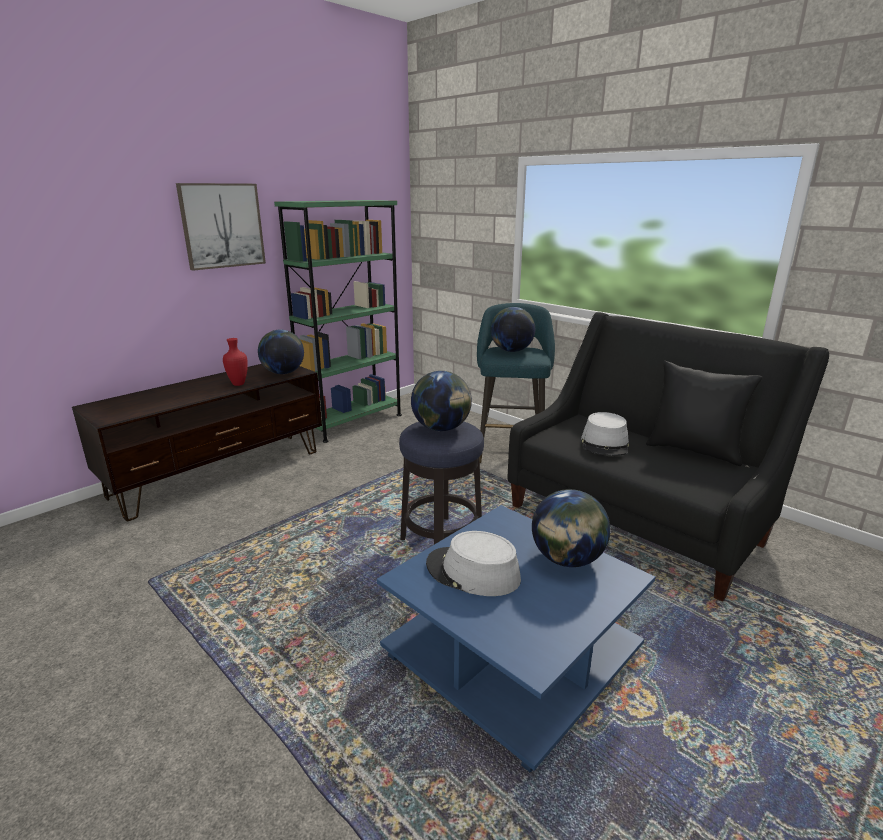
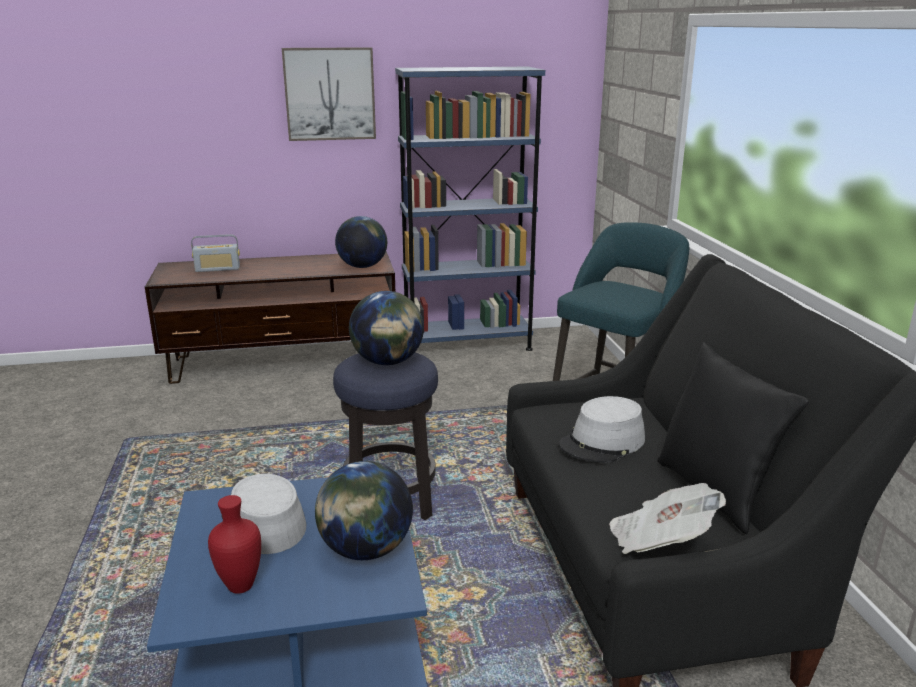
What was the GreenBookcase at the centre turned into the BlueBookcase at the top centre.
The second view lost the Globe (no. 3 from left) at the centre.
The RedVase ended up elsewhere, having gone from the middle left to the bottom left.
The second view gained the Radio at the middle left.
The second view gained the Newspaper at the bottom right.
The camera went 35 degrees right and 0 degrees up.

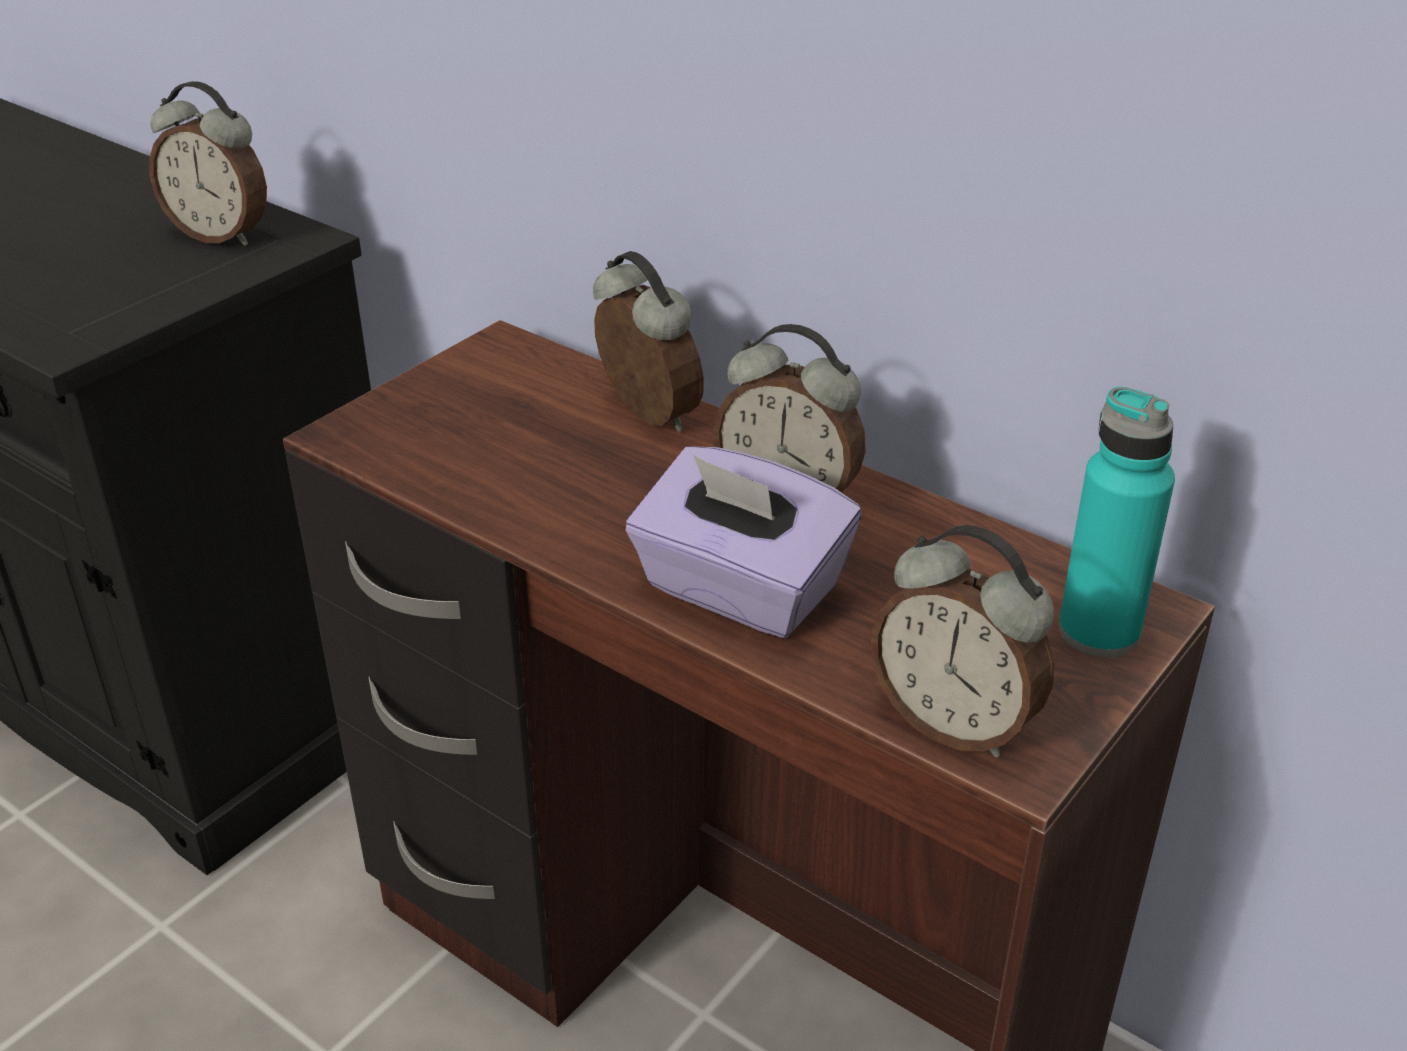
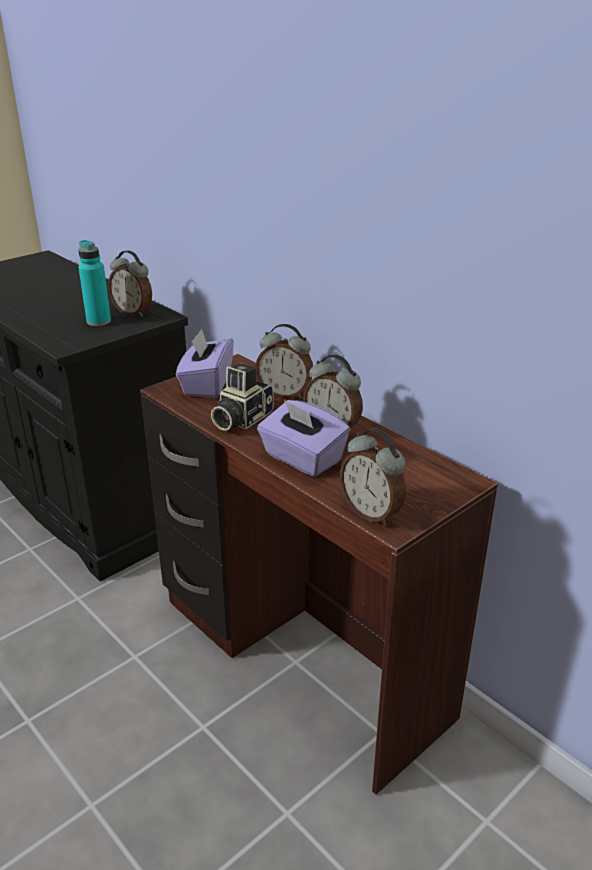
The AlarmClock (no. 2 from left) at the top centre ended up facing another way, 135 degrees clockwise from before.
The TurquoiseBottle ended up elsewhere, having gone from the middle right to the top left.
The second view gained the PurpleTissueBox (no. 1 from left) at the centre.
The second view gained the PhotoCamera at the centre.
The camera went 10 degrees right and 5 degrees down.

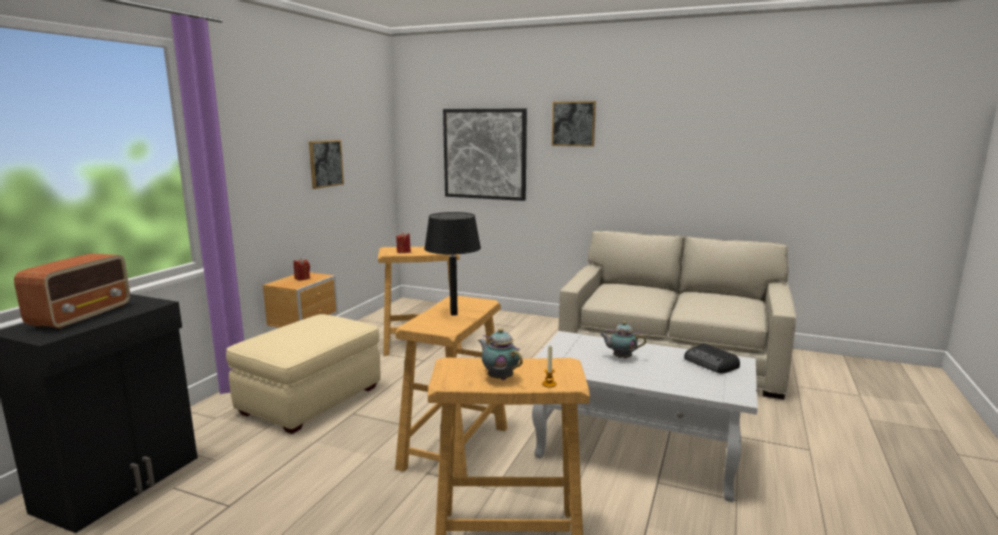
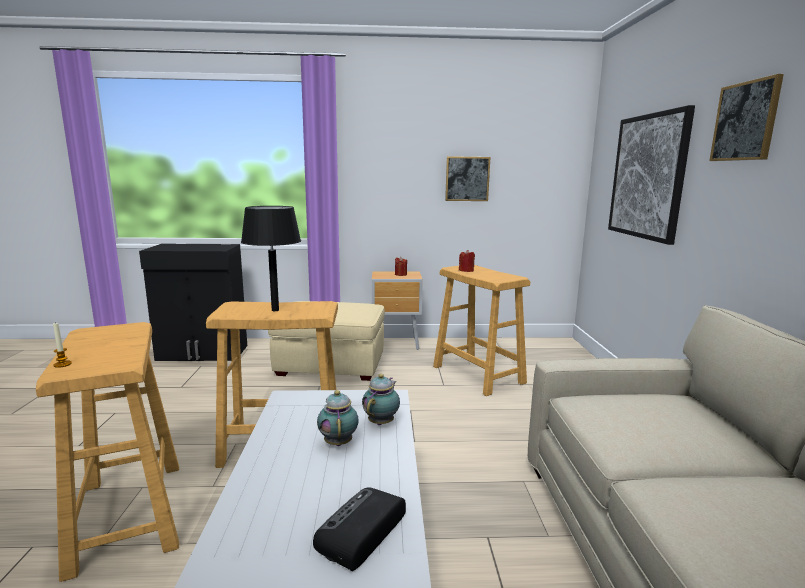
The second view lost the Radio (no. 1 from left) at the middle left.
The Teapot (no. 1 from left in the first image) ended up elsewhere, having gone from the centre to the bottom centre.
The camera went 65 degrees right and 0 degrees up.

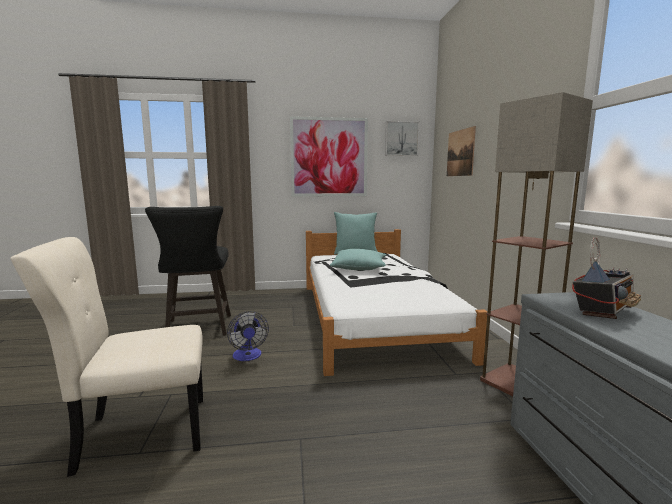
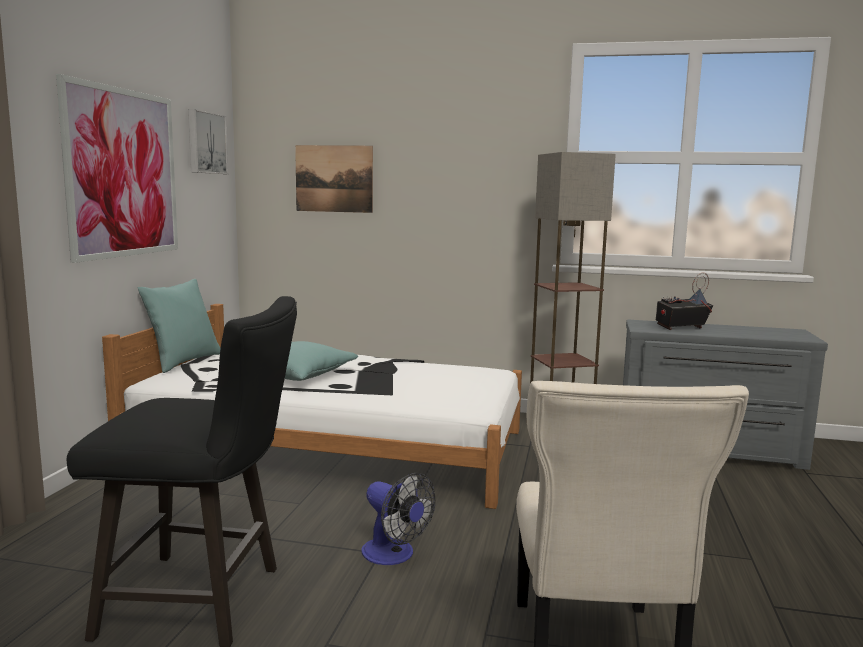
The Radio at the middle right ended up facing another way, 90 degrees counterclockwise from before.
The Fan at the bottom centre ended up facing another way, 45 degrees clockwise from before.
The camera went 70 degrees left and 0 degrees up.

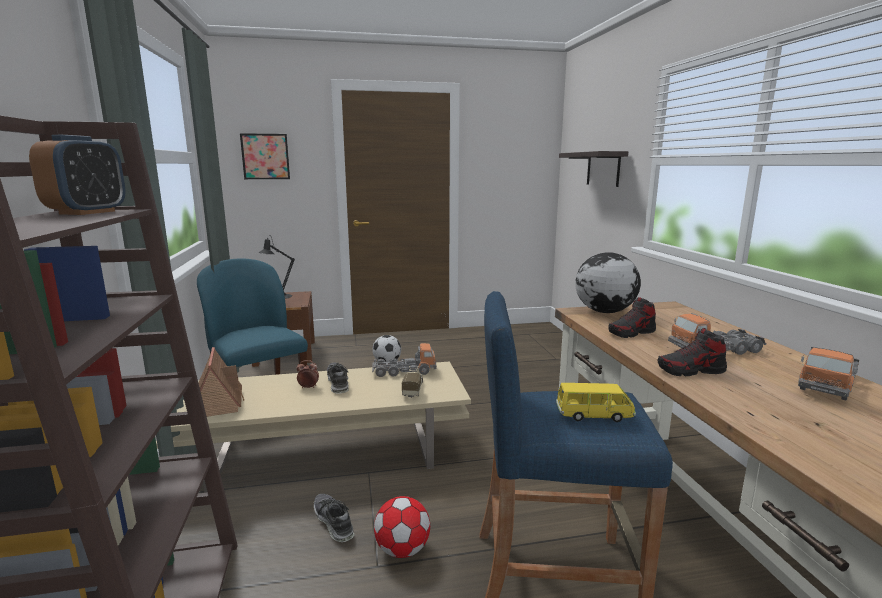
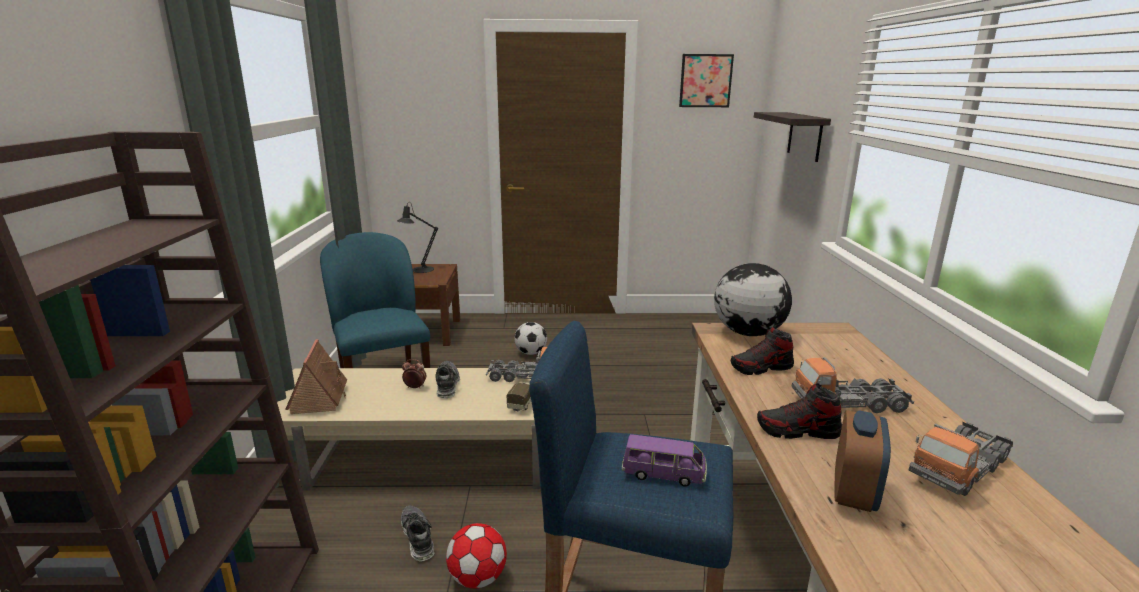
The Picture ended up elsewhere, having gone from the top left to the top centre.
The AlarmClock (no. 1 from left in the first image) ended up elsewhere, having gone from the top left to the bottom right.
What was the YellowToyCar at the bottom right turned into the PurpleToyCar at the bottom centre.
The camera went 10 degrees right and 5 degrees up.

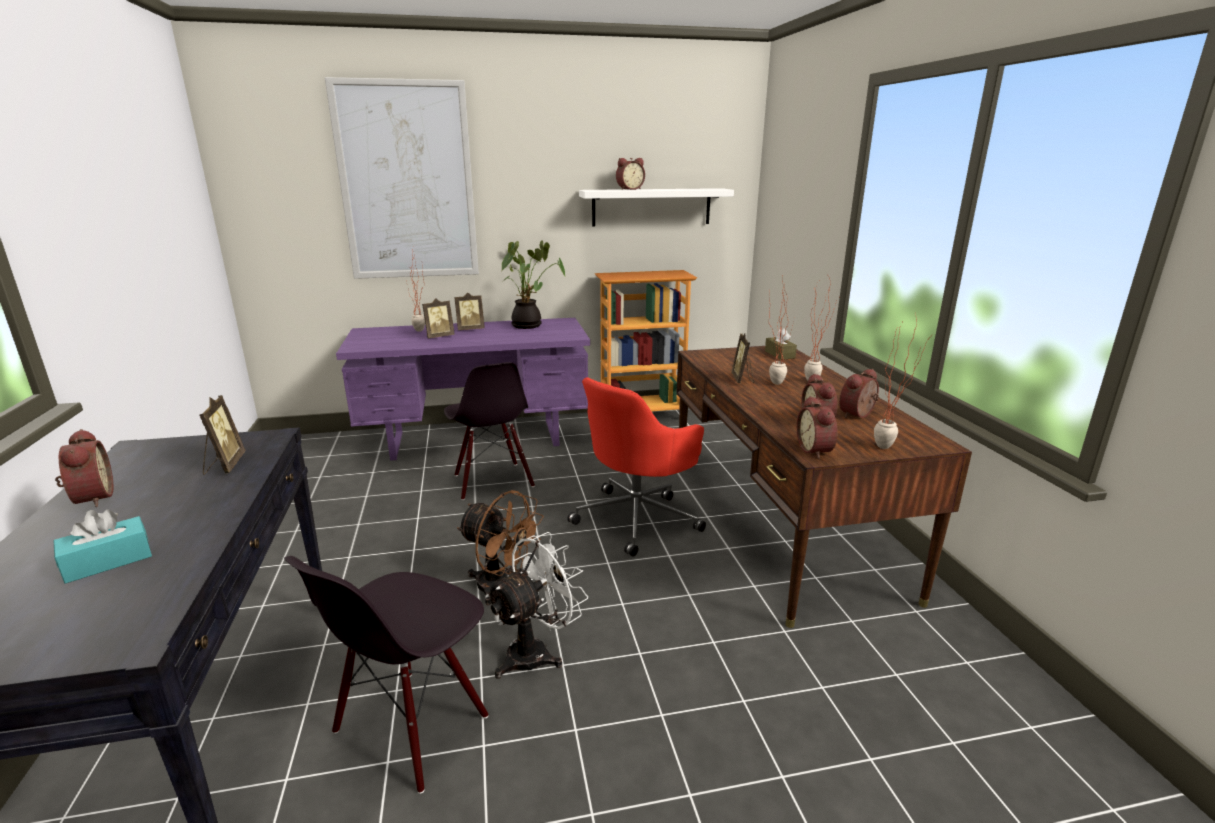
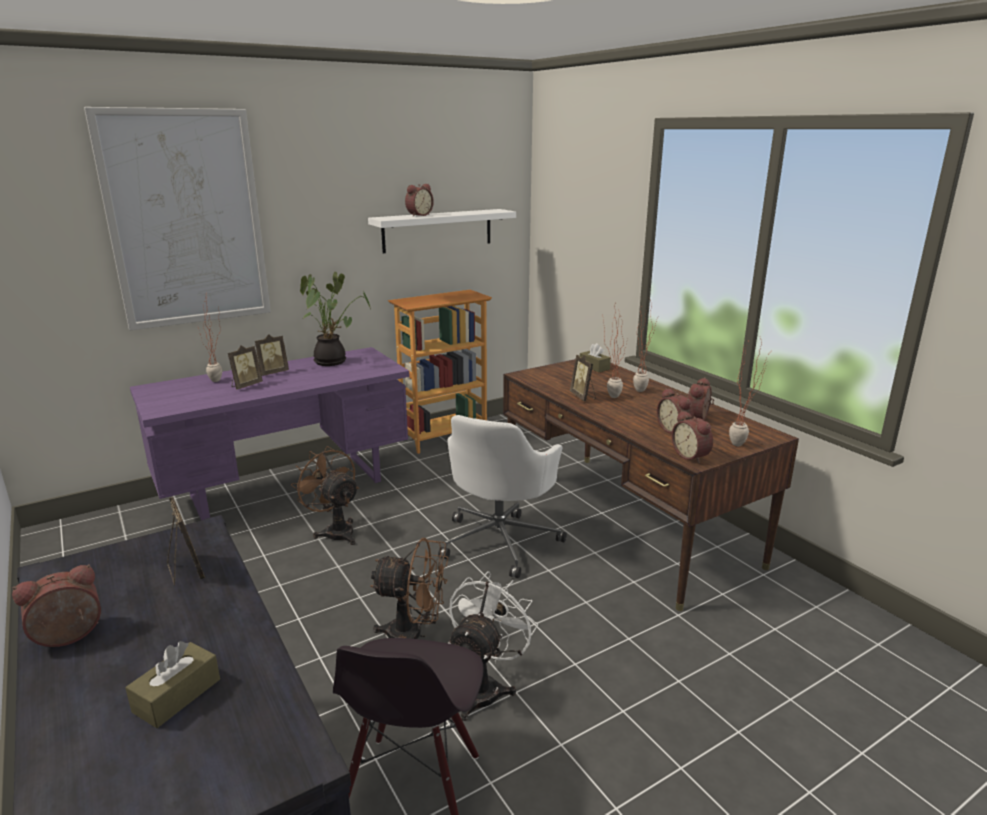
Where the BlackChair (no. 2 from left) stood at the centre, the BrownFan (no. 1 from left) came to stand at the middle left.
What was the RedOfficeChair at the centre turned into the WhiteOfficeChair at the centre.
The AlarmClock (no. 1 from left) at the middle left ended up facing another way, 75 degrees counterclockwise from before.
What was the TurquoiseTissueBox at the middle left turned into the BrownTissueBox (no. 1 from left) at the bottom left.
The camera went 20 degrees left and 0 degrees up.

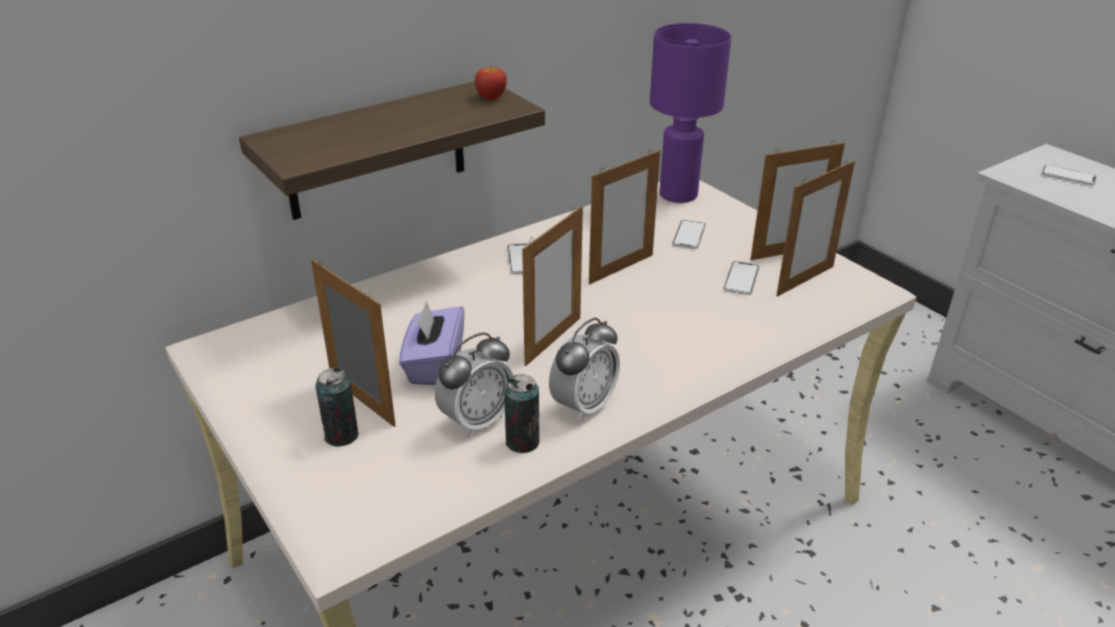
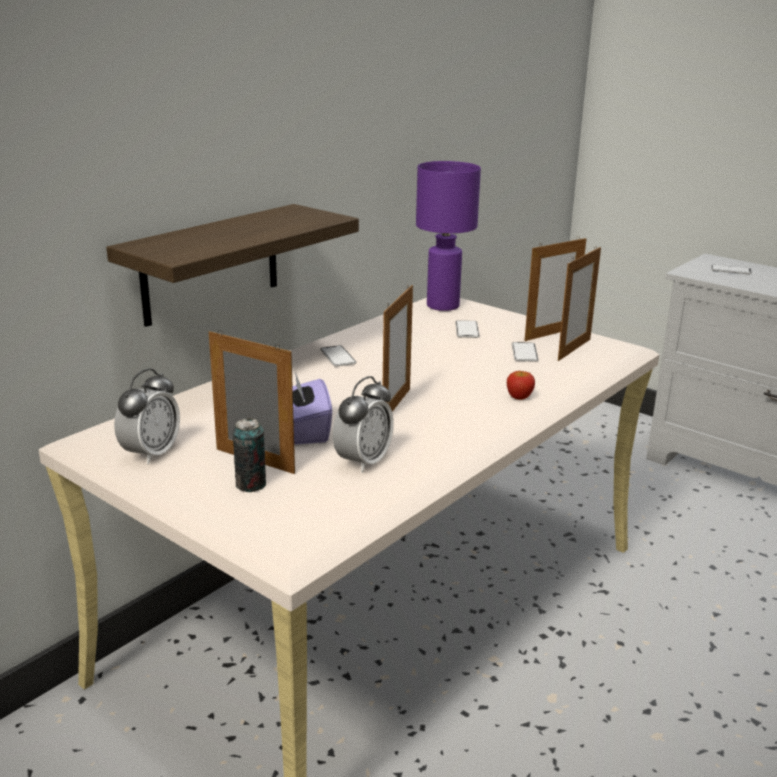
The Apple ended up elsewhere, having gone from the top centre to the middle right.
The second view lost the PictureFrame (no. 3 from left) at the centre.
The AlarmClock (no. 2 from left in the first image) ended up elsewhere, having gone from the centre to the middle left.
The second view lost the Can (no. 2 from left) at the centre.
The camera went 15 degrees left and 10 degrees down.

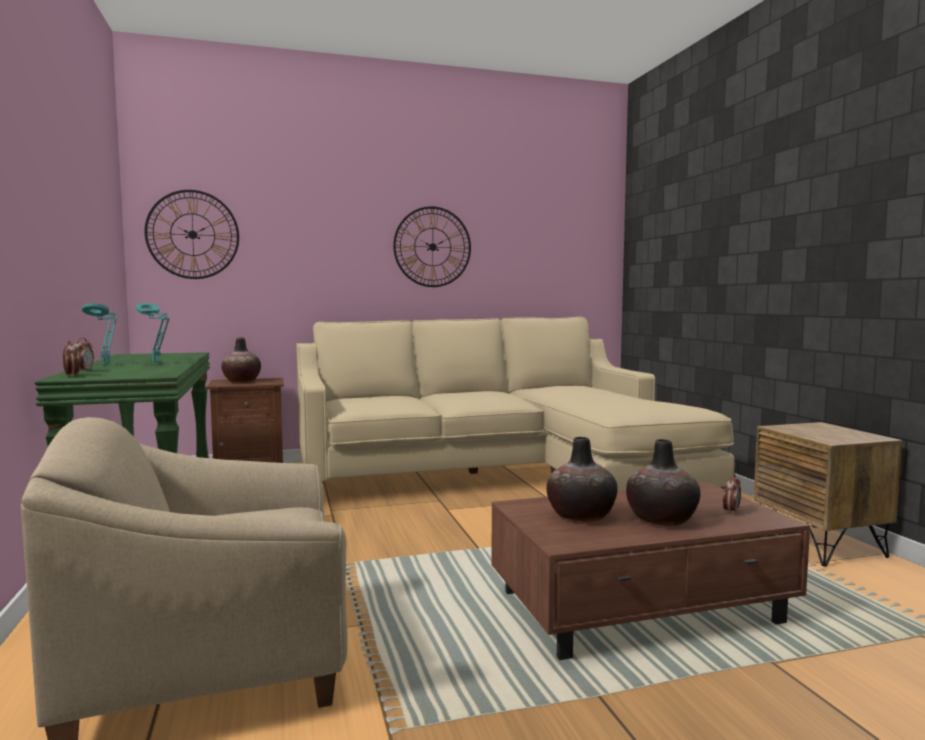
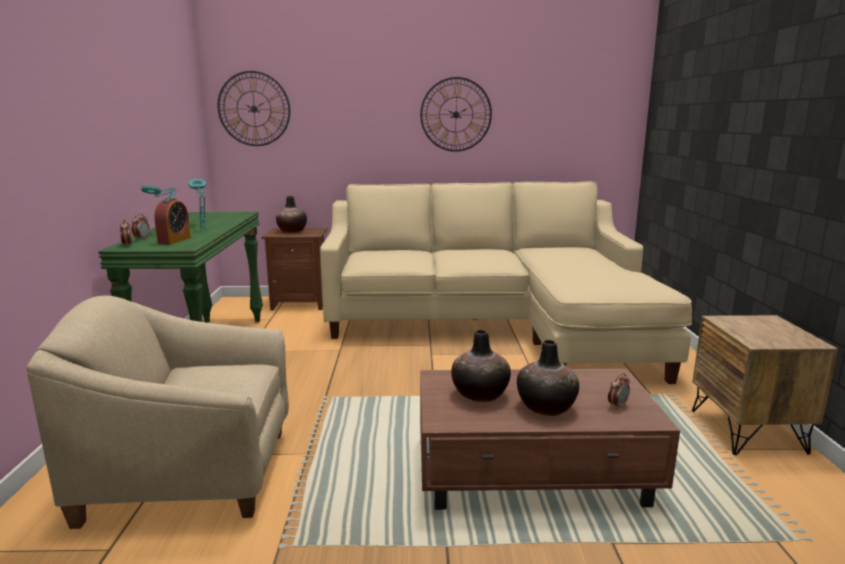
The second view gained the AlarmClock (no. 3 from left) at the middle left.
The camera went 15 degrees right and 10 degrees up.

